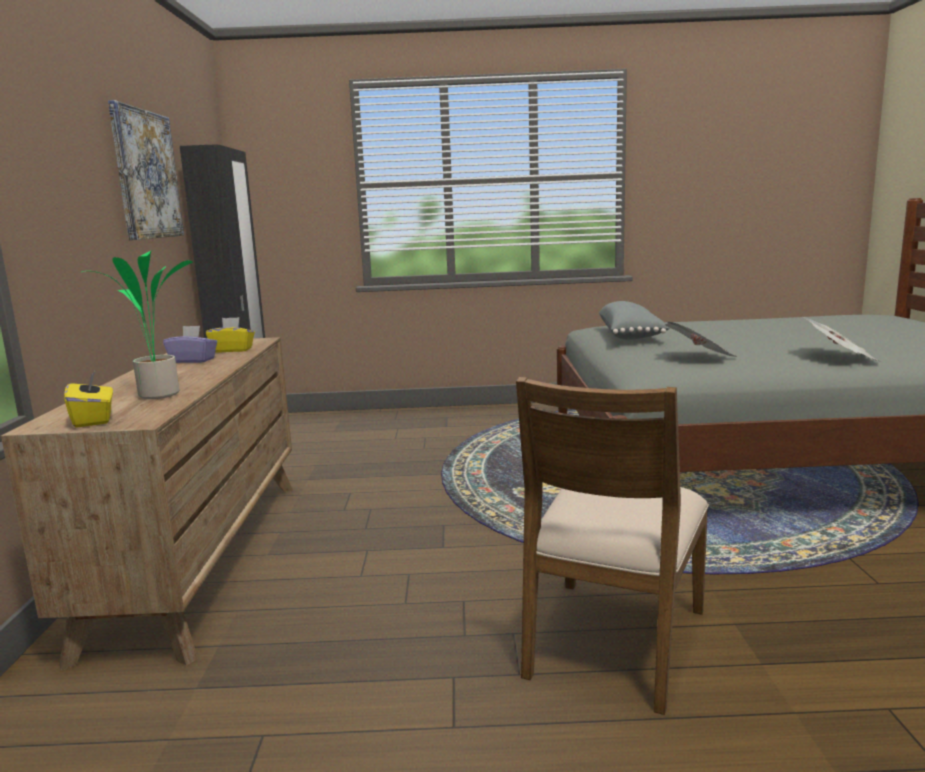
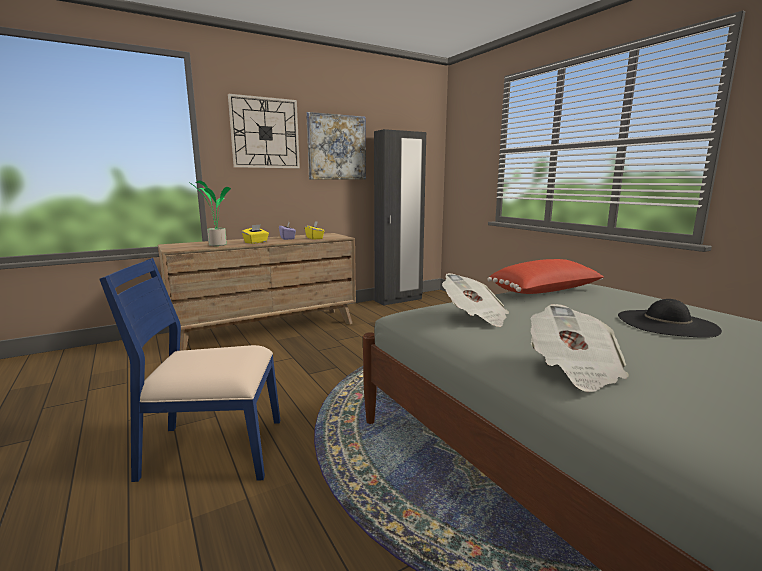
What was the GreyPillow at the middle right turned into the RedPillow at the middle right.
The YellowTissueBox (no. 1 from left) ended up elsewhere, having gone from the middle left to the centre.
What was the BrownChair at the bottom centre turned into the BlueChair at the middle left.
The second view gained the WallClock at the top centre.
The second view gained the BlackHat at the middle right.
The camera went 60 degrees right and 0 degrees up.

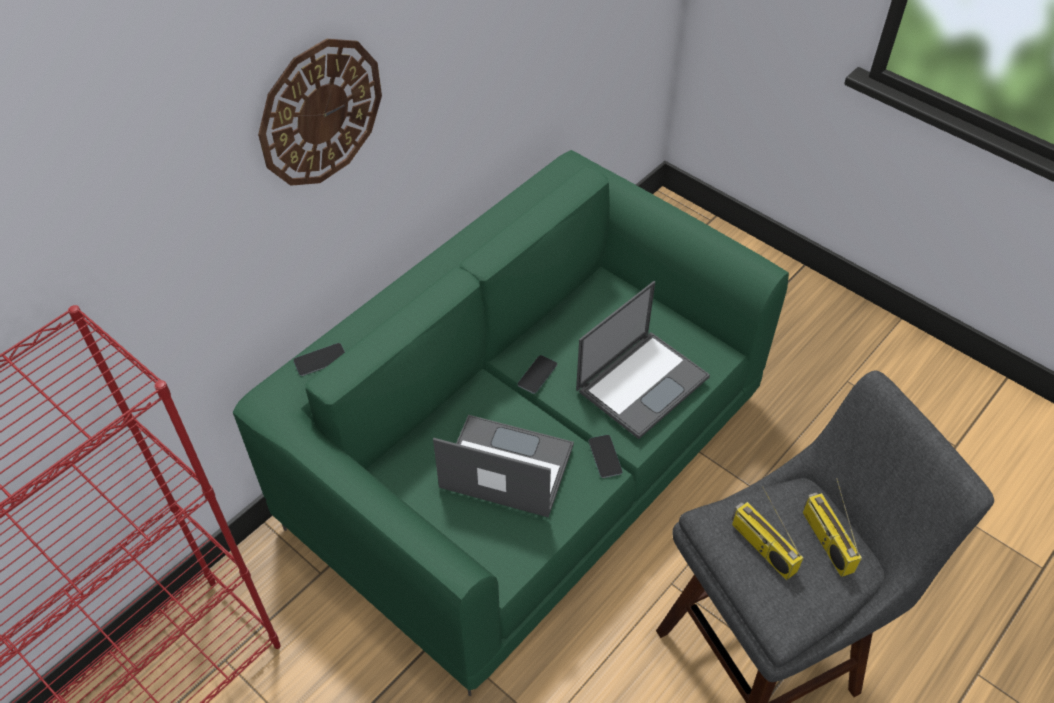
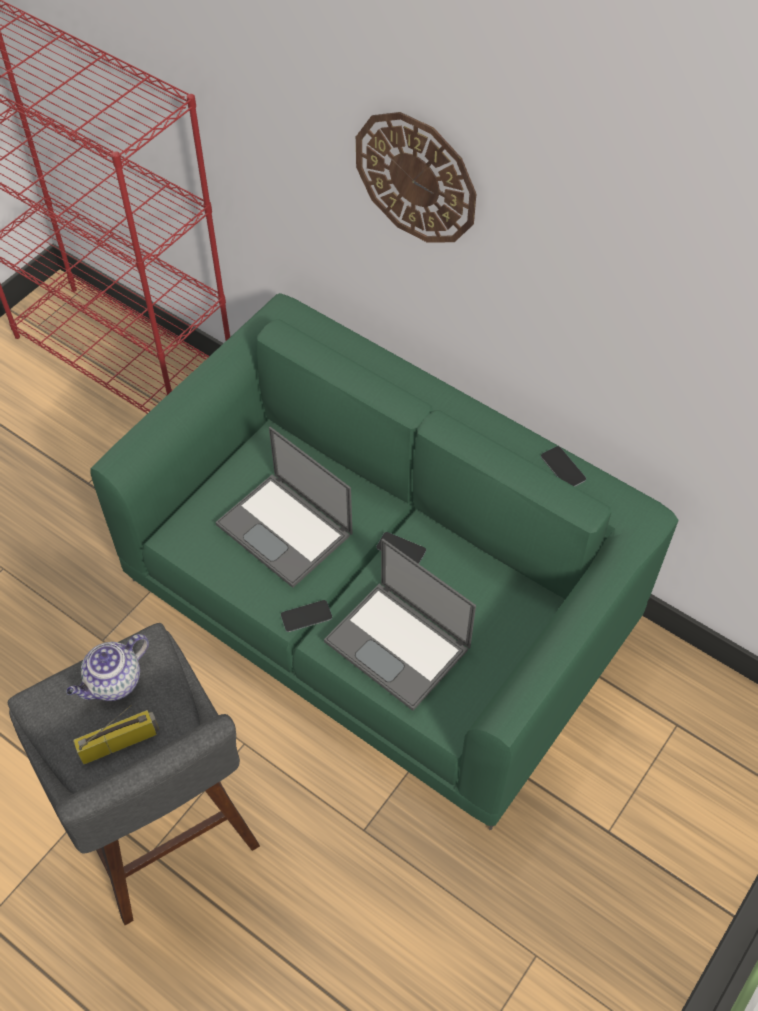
The Phone (no. 1 from left in the first image) ended up elsewhere, having gone from the middle left to the middle right.
The Laptop (no. 1 from left) at the centre ended up facing another way, 120 degrees clockwise from before.
Where the Radio (no. 1 from left) stood at the bottom right, the Teapot came to stand at the middle left.
The camera went 85 degrees right and 5 degrees up.

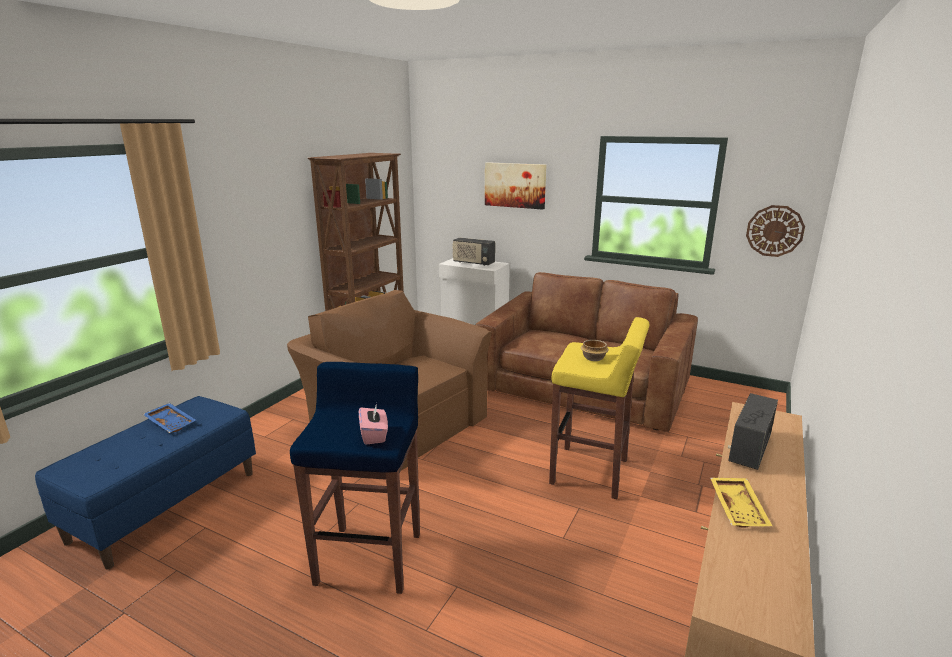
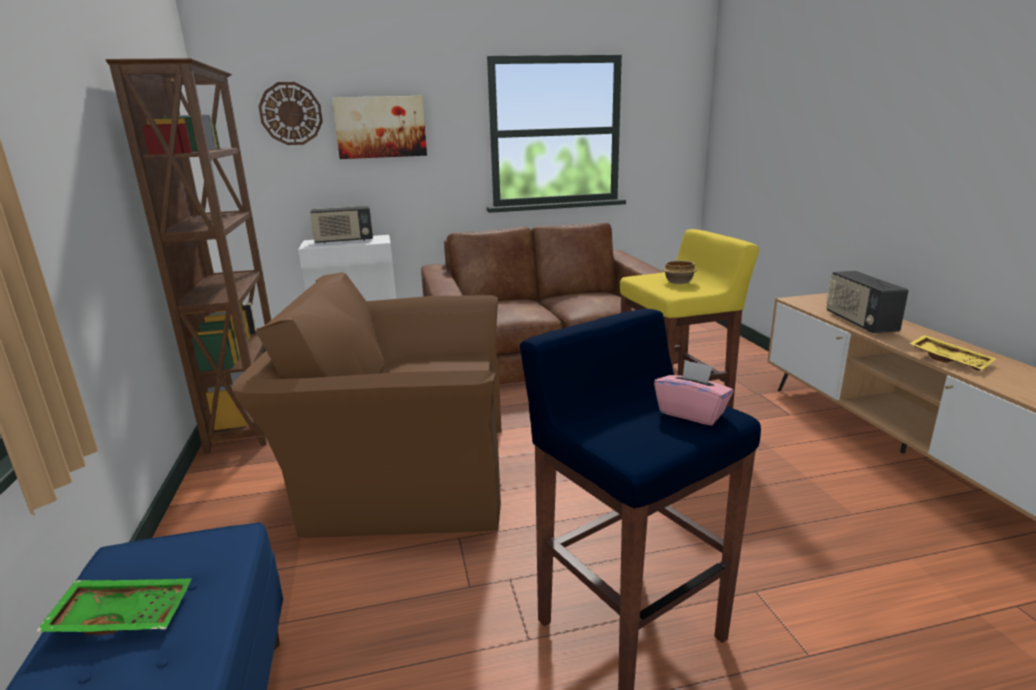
The WallClock ended up elsewhere, having gone from the middle right to the top left.
What was the BlueTray at the middle left turned into the GreenTray at the bottom left.
The camera went 40 degrees left and 0 degrees up.

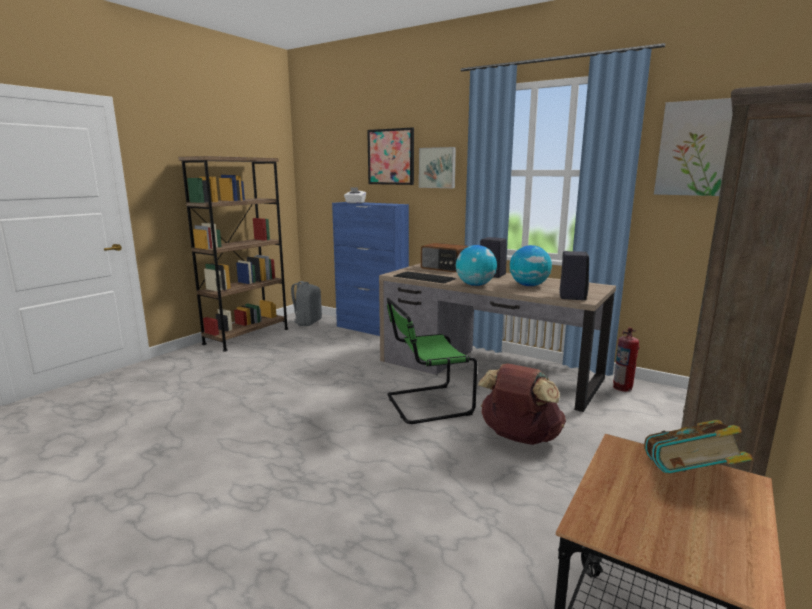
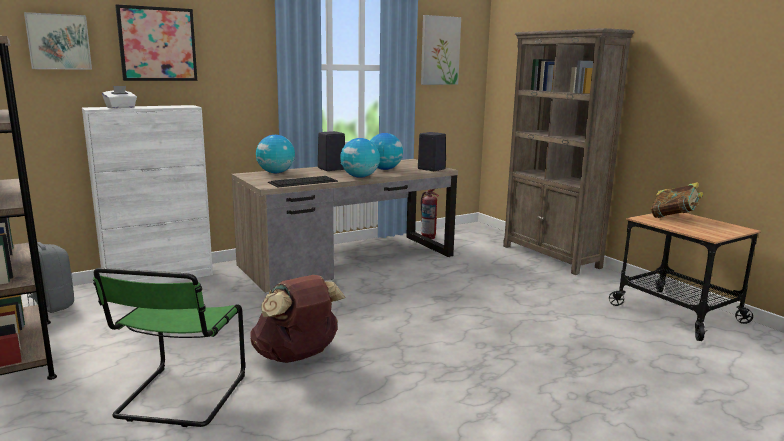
The Picture (no. 2 from left in the first image) ended up elsewhere, having gone from the top centre to the top left.
What was the BlueCabinet at the centre turned into the WhiteCabinet at the middle left.
Where the Radio stood at the centre, the Globe (no. 1 from left) came to stand at the centre.
The GreenChair ended up elsewhere, having gone from the centre to the bottom left.
The BrownBackpack ended up elsewhere, having gone from the centre to the bottom centre.
The camera went 65 degrees left and 0 degrees up.

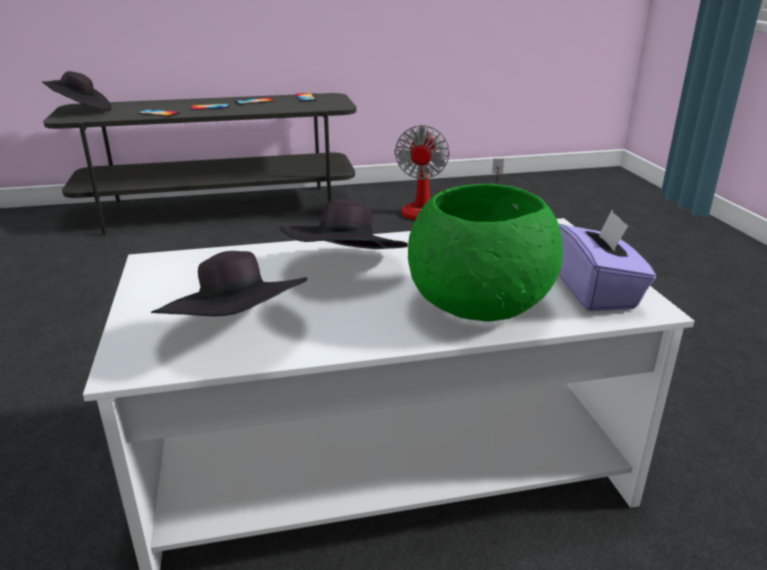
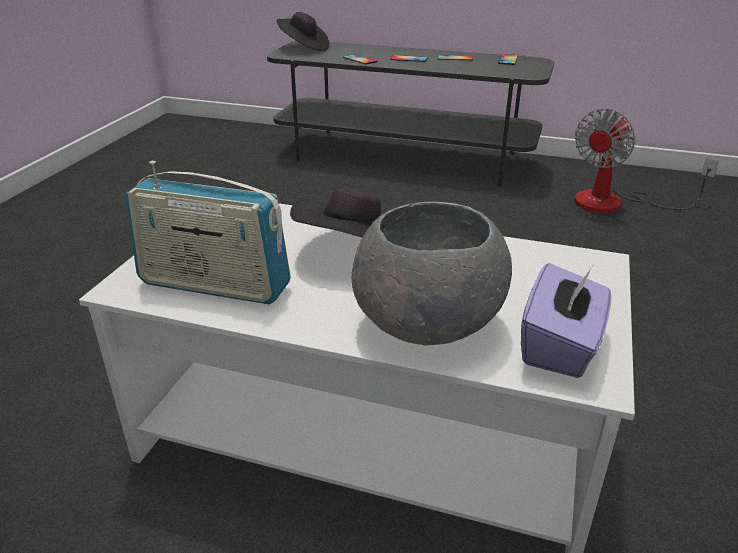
What was the GreenBowl at the centre turned into the GreyBowl at the centre.
Where the BlackHat (no. 2 from left) stood at the middle left, the Radio came to stand at the middle left.
The camera went 30 degrees right and 5 degrees up.

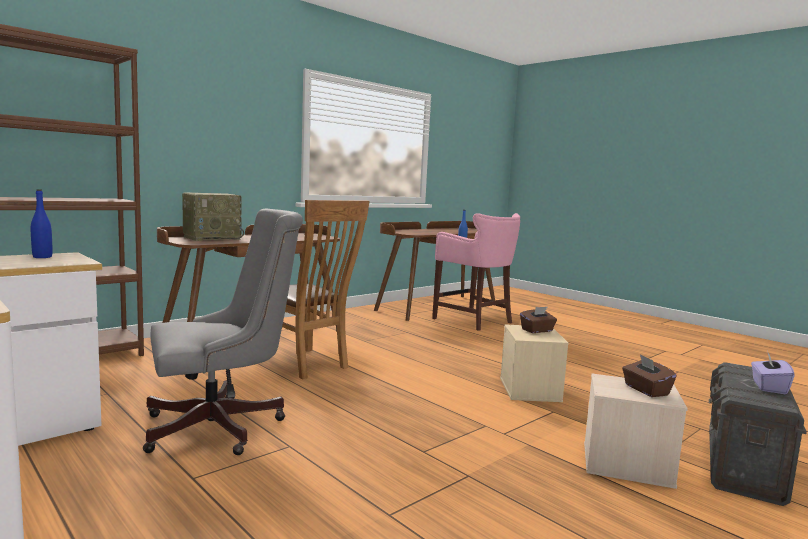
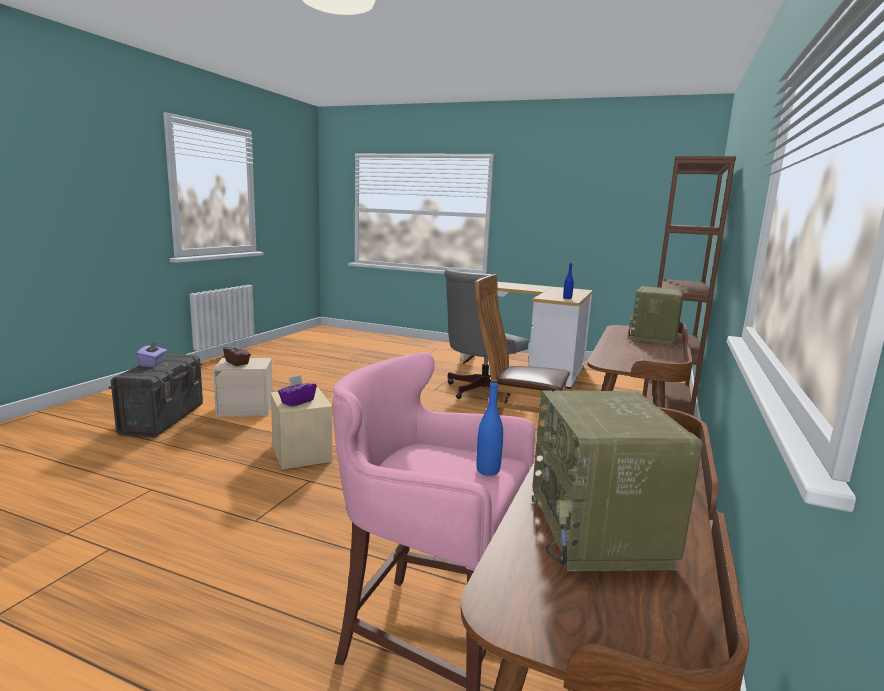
What was the BrownTissueBox (no. 1 from left) at the centre turned into the PurpleTissueBox (no. 2 from left) at the centre.
The second view gained the Radio (no. 1 from left) at the bottom right.
The camera went 155 degrees right and 5 degrees up.

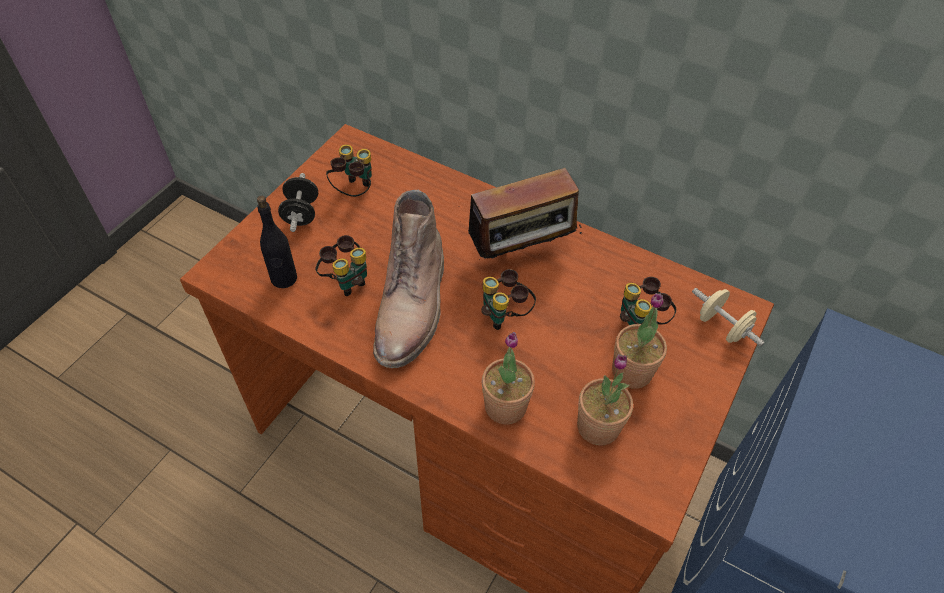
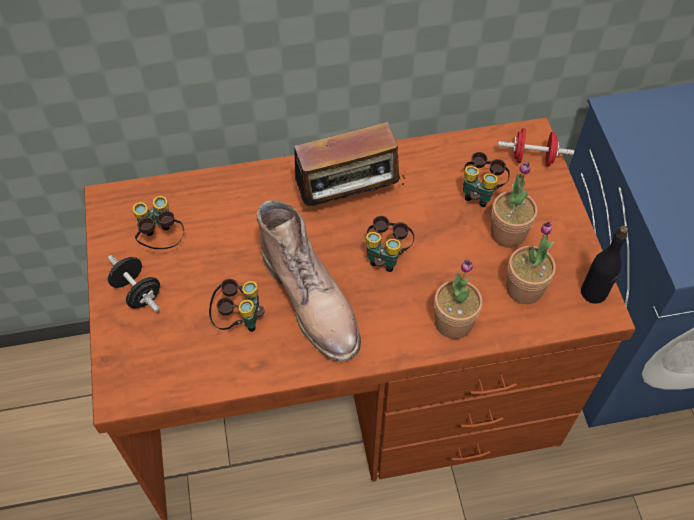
The Radio at the centre ended up facing another way, 45 degrees clockwise from before.
The BlackBottle ended up elsewhere, having gone from the middle left to the middle right.
What was the BeigeDumbbell at the middle right turned into the RedDumbbell at the top right.
The camera went 40 degrees left and 5 degrees up.

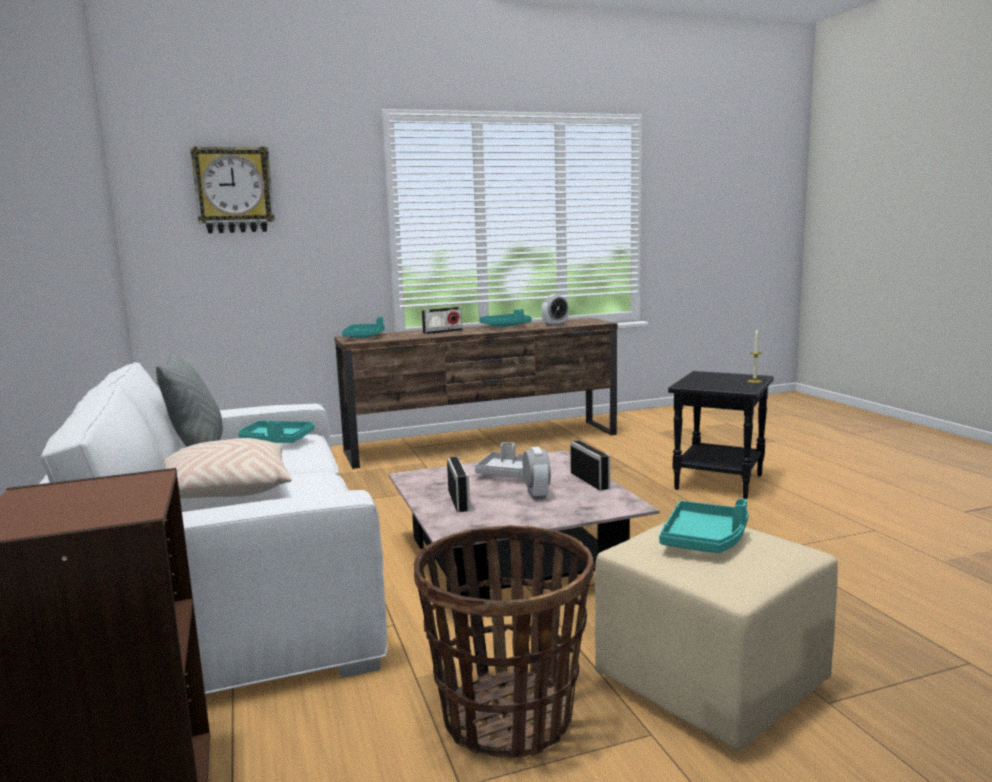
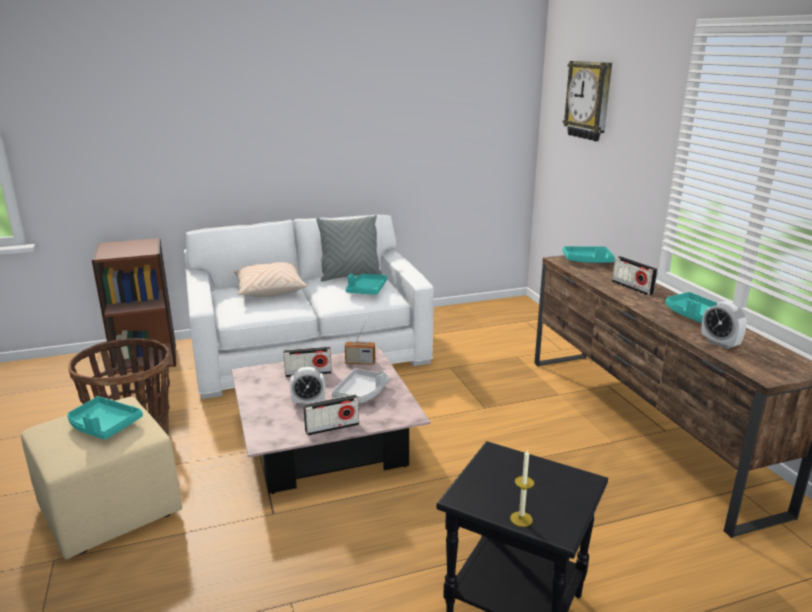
The second view gained the Radio (no. 3 from left) at the centre.
The camera went 90 degrees right and 10 degrees up.

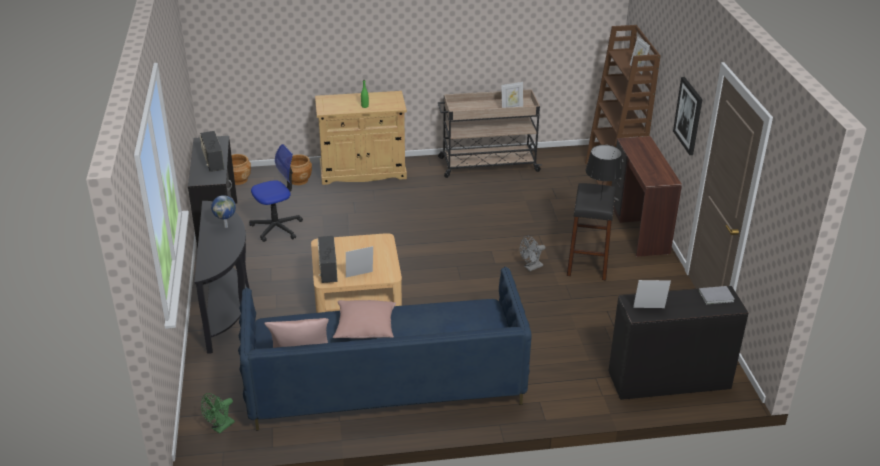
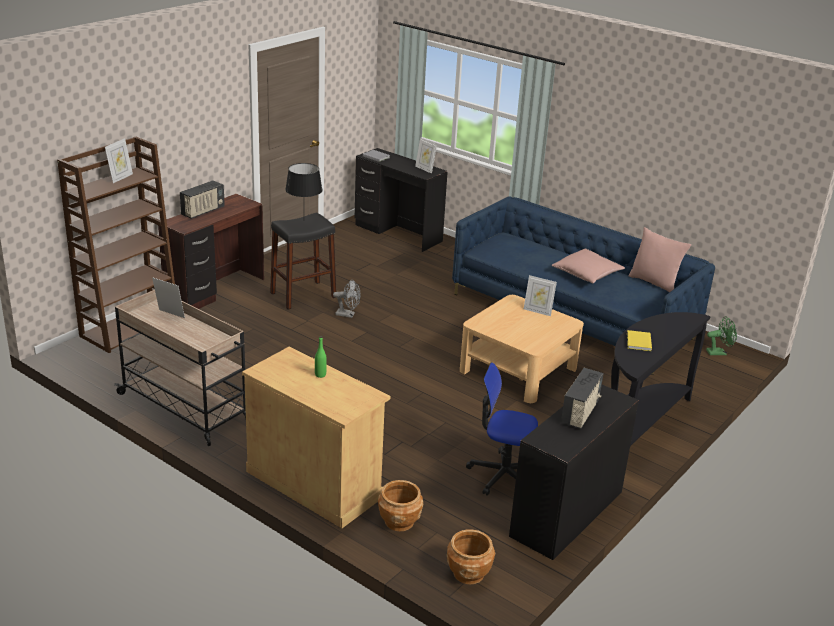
The second view lost the Picture at the top right.
Where the Globe stood at the middle left, the YellowBook came to stand at the middle right.
The Radio (no. 2 from left in the first image) ended up elsewhere, having gone from the centre to the top left.
The camera went 135 degrees left and 5 degrees down.

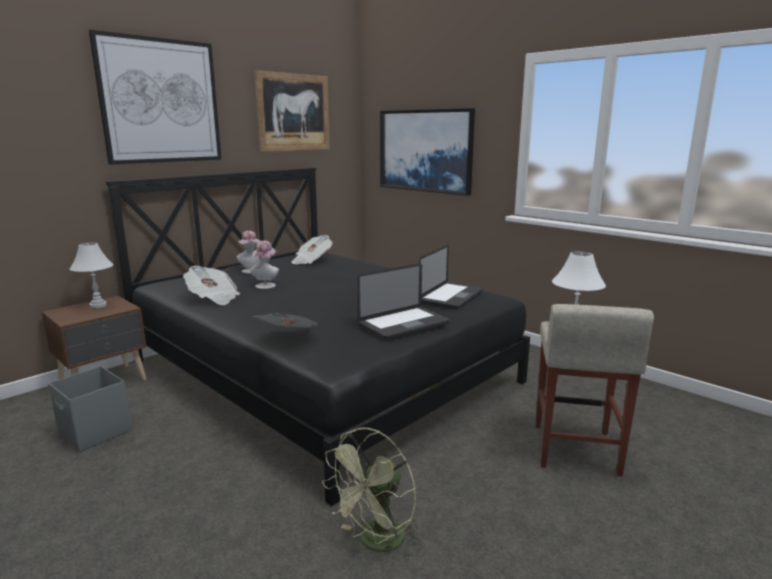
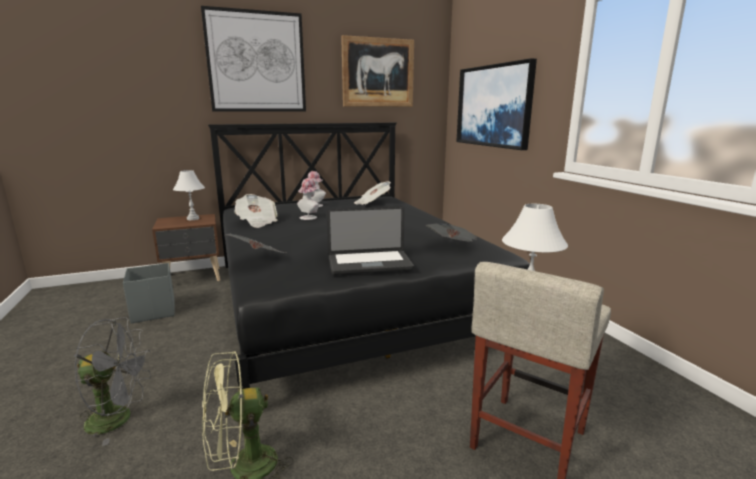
Where the Laptop (no. 2 from left) stood at the centre, the Newspaper (no. 4 from left) came to stand at the centre.
The second view gained the GreyFan at the bottom left.
The camera went 25 degrees right and 0 degrees up.

